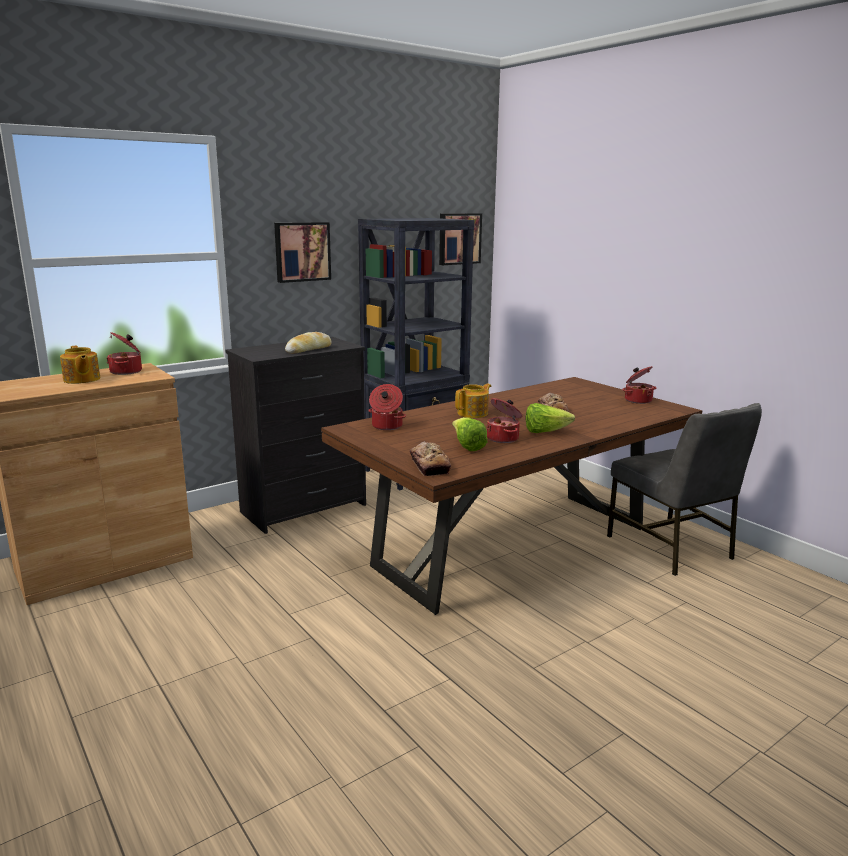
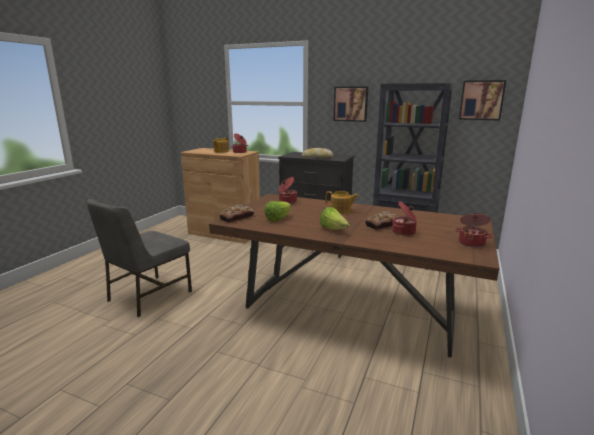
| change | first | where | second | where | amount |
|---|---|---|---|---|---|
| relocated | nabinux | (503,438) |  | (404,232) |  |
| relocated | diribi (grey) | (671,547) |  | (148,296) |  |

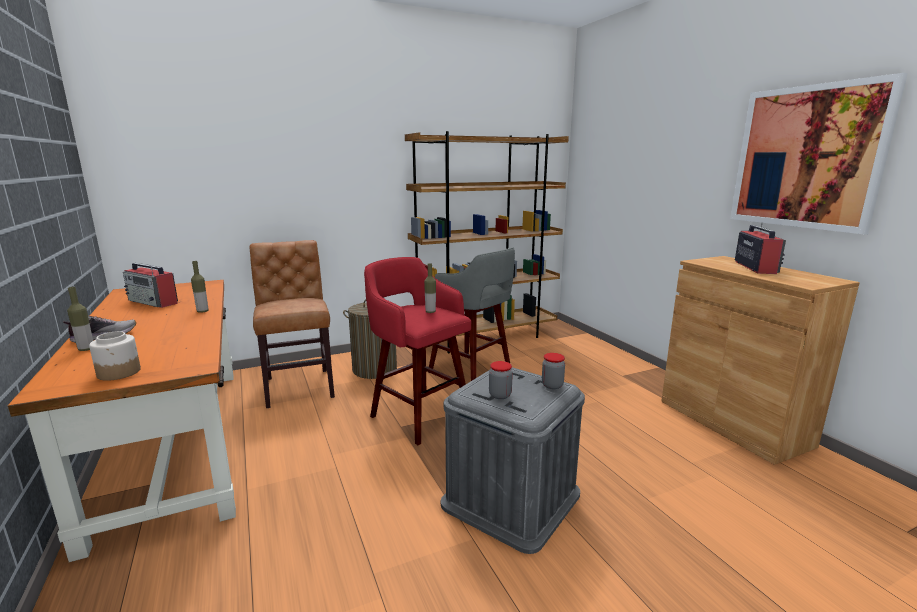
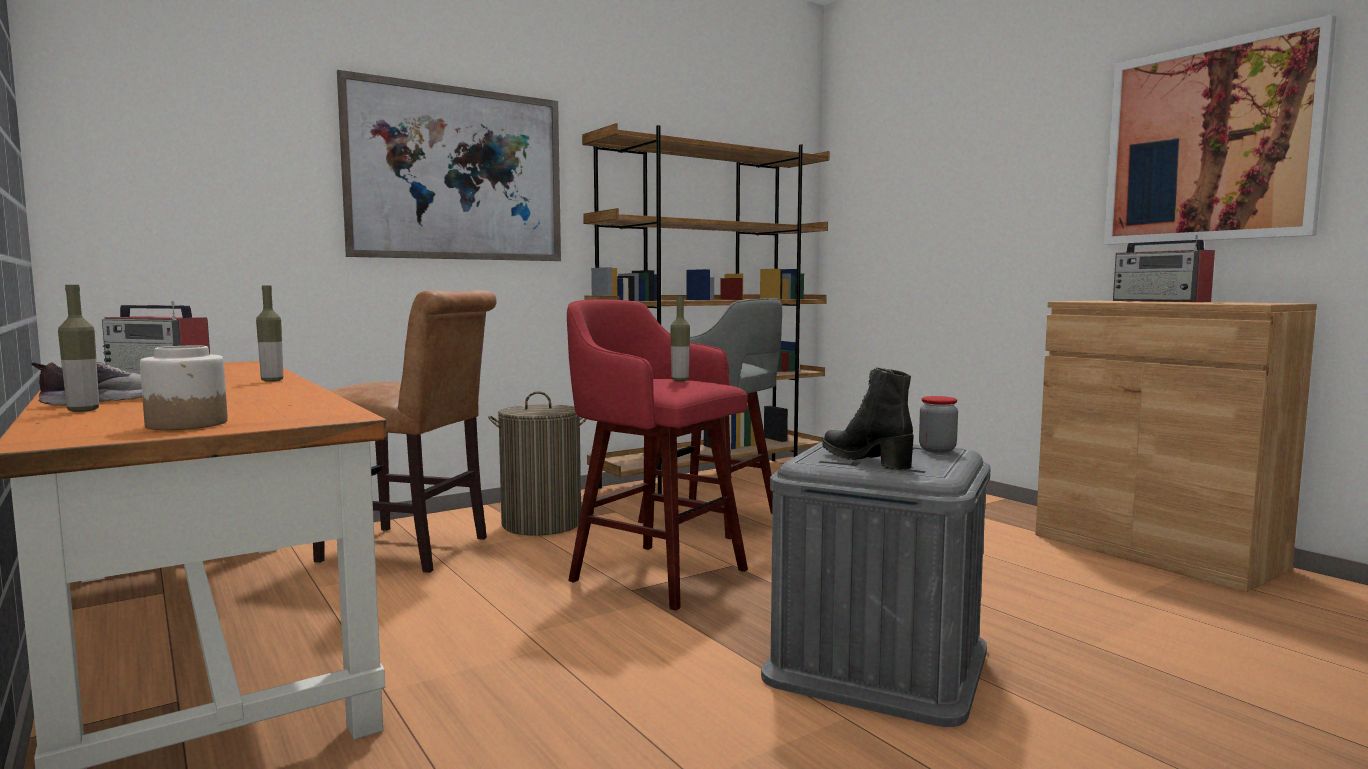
| change | first | where | second | where | amount |
|---|---|---|---|---|---|
| spun | diribi (brown) | (299,386) |  | (412,551) | 135 degrees clockwise |
| exchanged | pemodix | (500,395) | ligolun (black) | (866,460) |  |
| spun | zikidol | (755,267) |  | (1161,301) | 150 degrees clockwise |
| appeared |  |  | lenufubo | (457,174) |  |

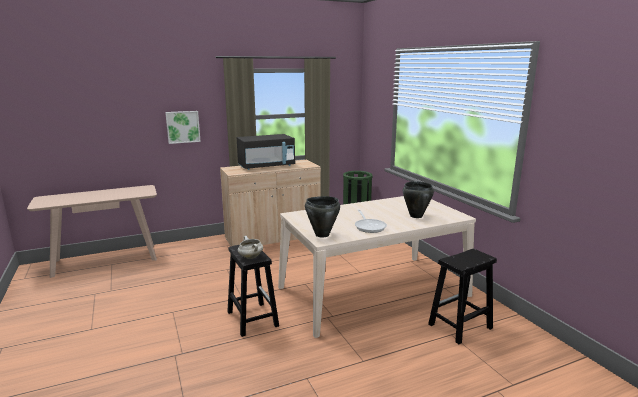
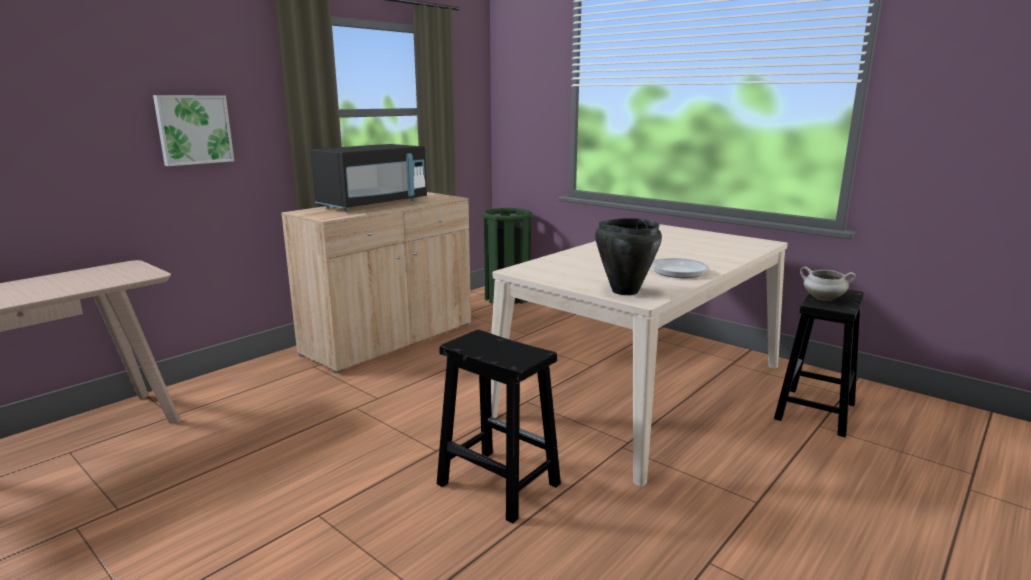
| change | first | where | second | where | amount |
|---|---|---|---|---|---|
| relocated | nabinux (white) | (250,257) |  | (822,299) |  |
| missing | nabinux (black) | (416,216) |  |  |  |

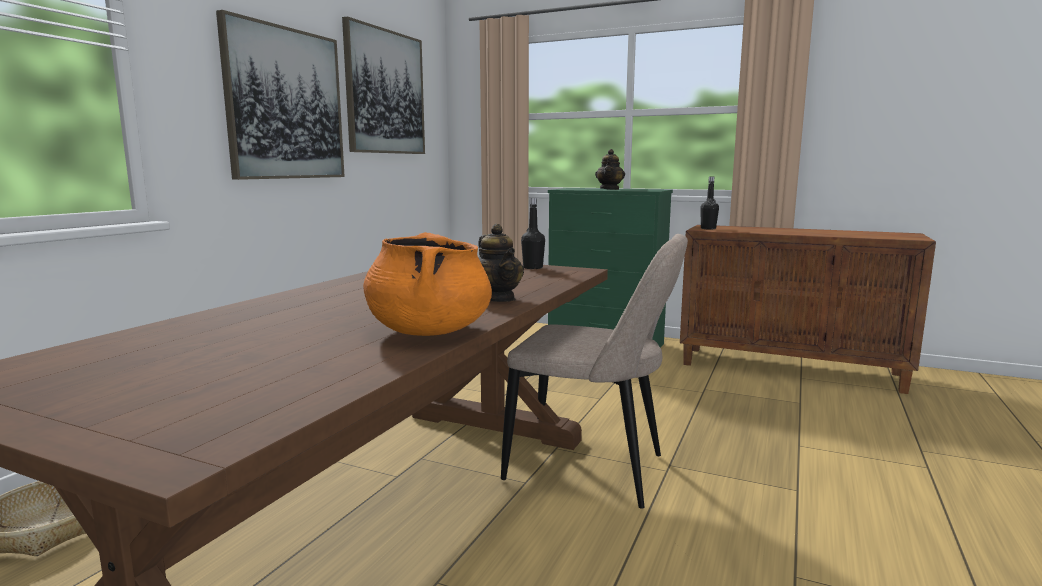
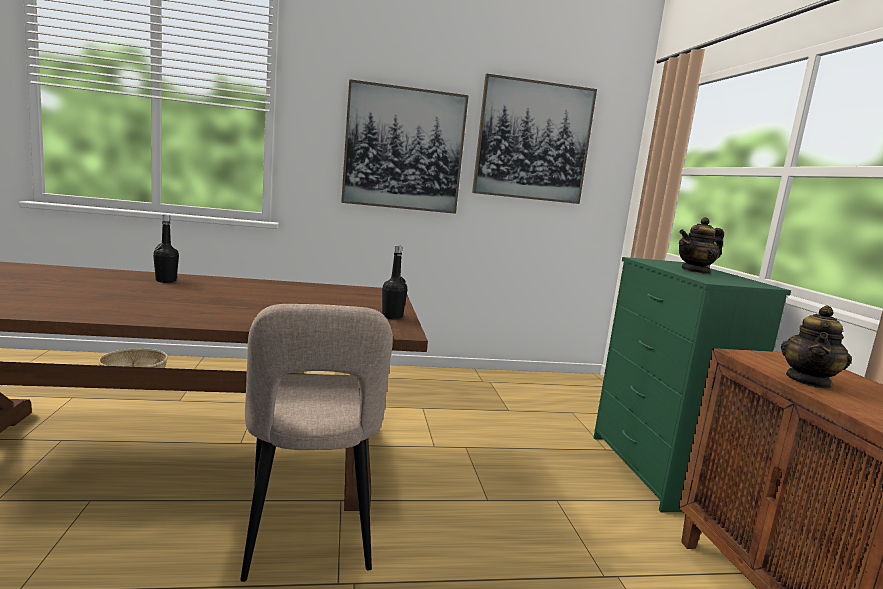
| change | first | where | second | where | amount |
|---|---|---|---|---|---|
| missing | nabinux (orange) | (429,331) |  |  |  |
| relocated | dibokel | (497,299) |  | (808,381) |  |
| relocated | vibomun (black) | (708,228) |  | (166,281) |  |

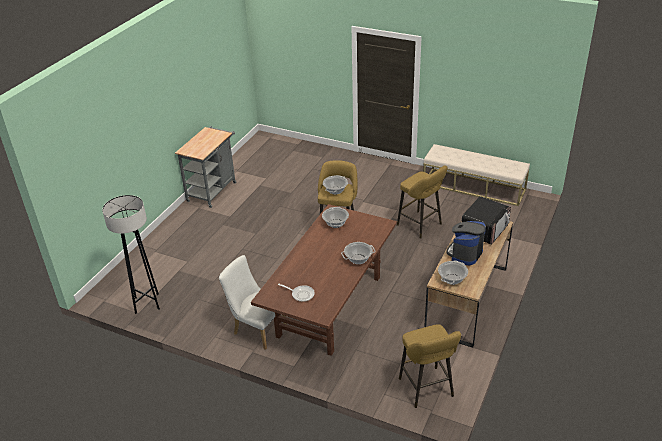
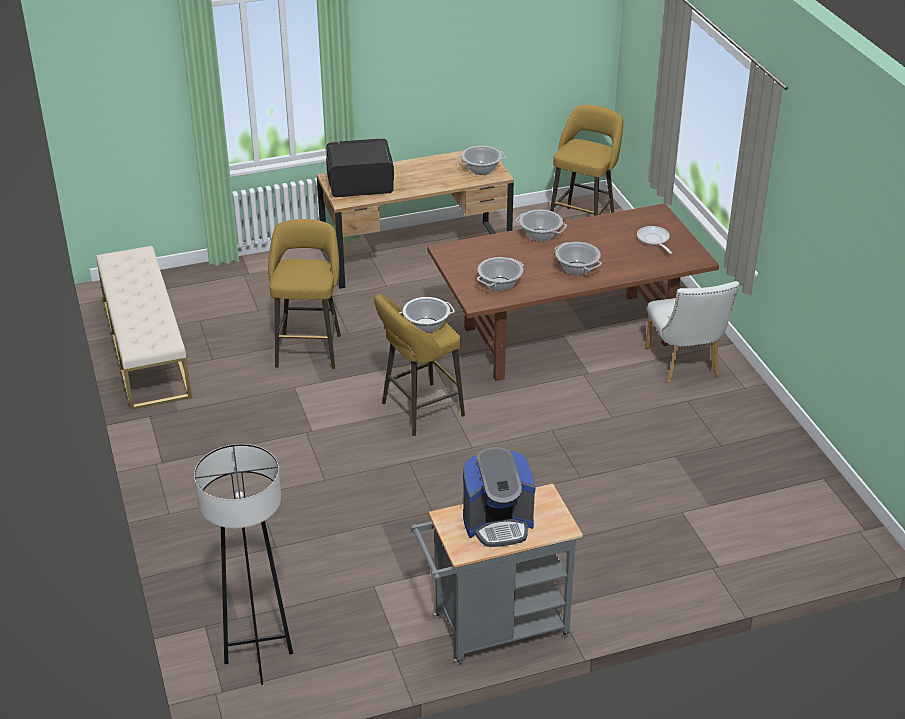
| change | first | where | second | where | amount |
|---|---|---|---|---|---|
| relocated | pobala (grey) | (147,303) |  | (259,658) |  |
| relocated | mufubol | (465,253) |  | (498,523) |  |
| appeared |  |  | nabinux | (576,268) |  |

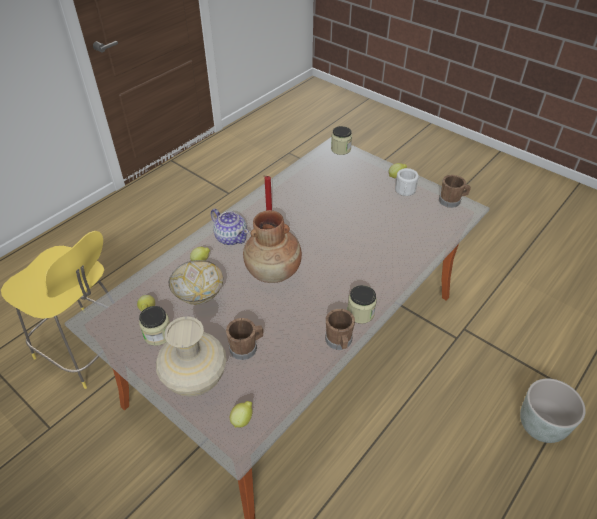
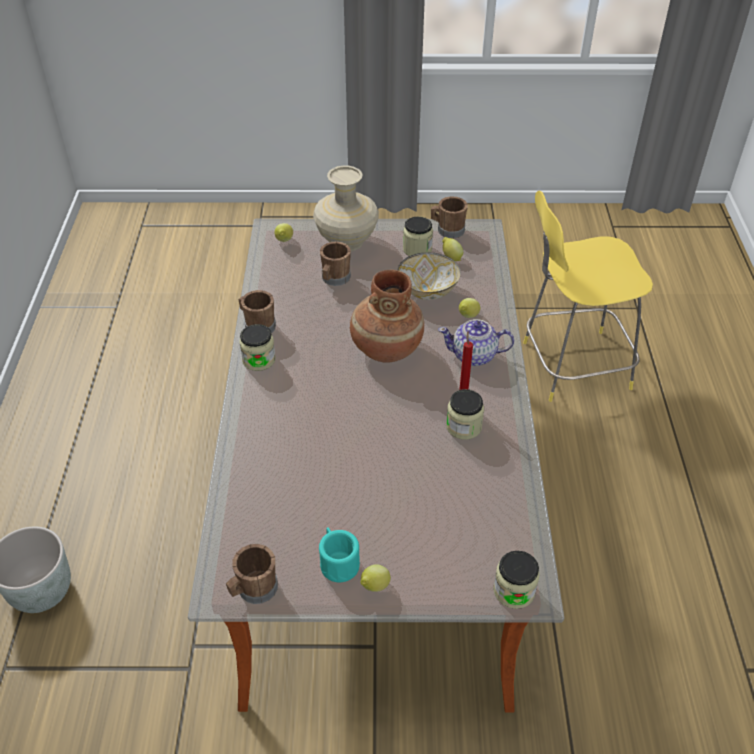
| change | first | where | second | where | amount |
|---|---|---|---|---|---|
| colour | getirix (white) | (404,191) | getirix (turquoise) | (338,562) |  |
| appeared |  |  | getirix (brown) | (447,230) |  |
| appeared |  |  | pemodix | (463,426) |  |

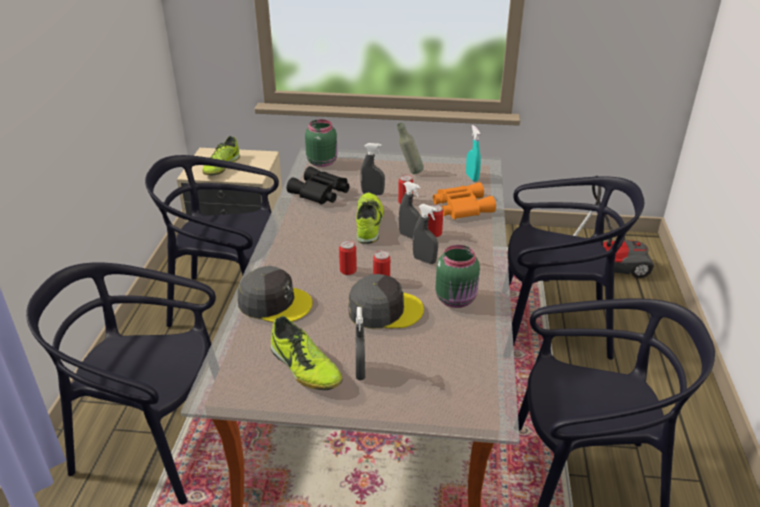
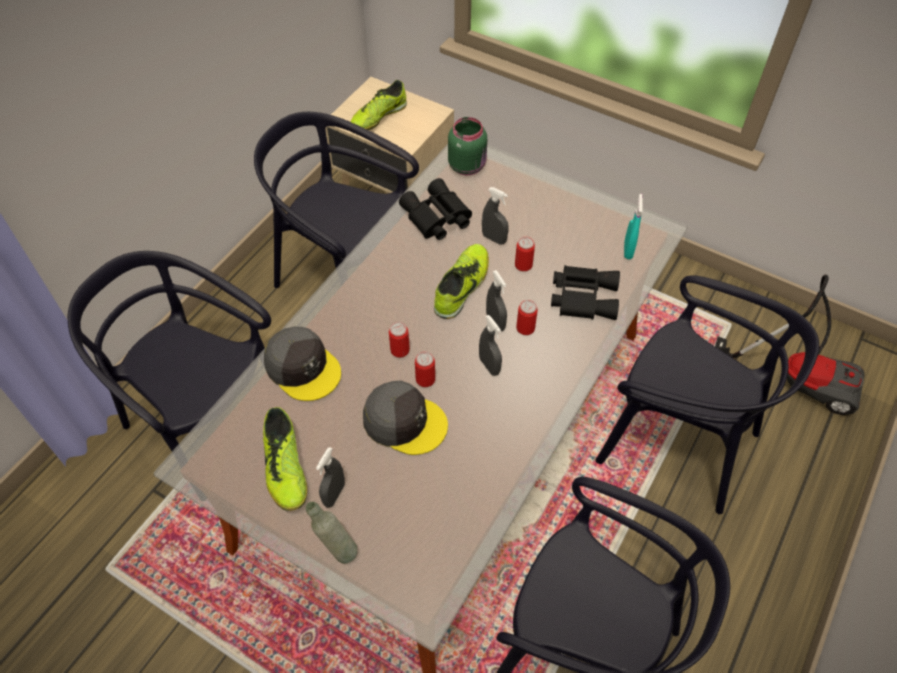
| change | first | where | second | where | amount |
|---|---|---|---|---|---|
| relocated | vibomun (grey) | (409,172) |  | (337,549) |  |
| colour | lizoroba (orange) | (461,207) | lizoroba (black) | (583,296) |  |
| missing | pemodix (green) | (457,299) |  |  |  |

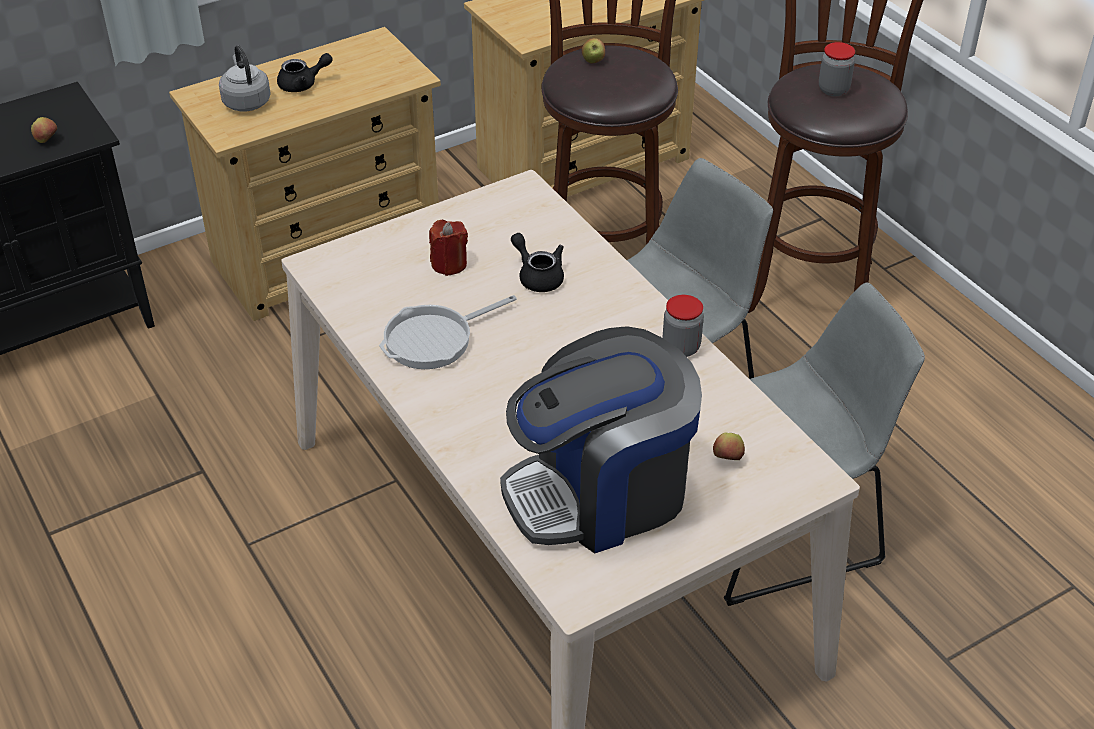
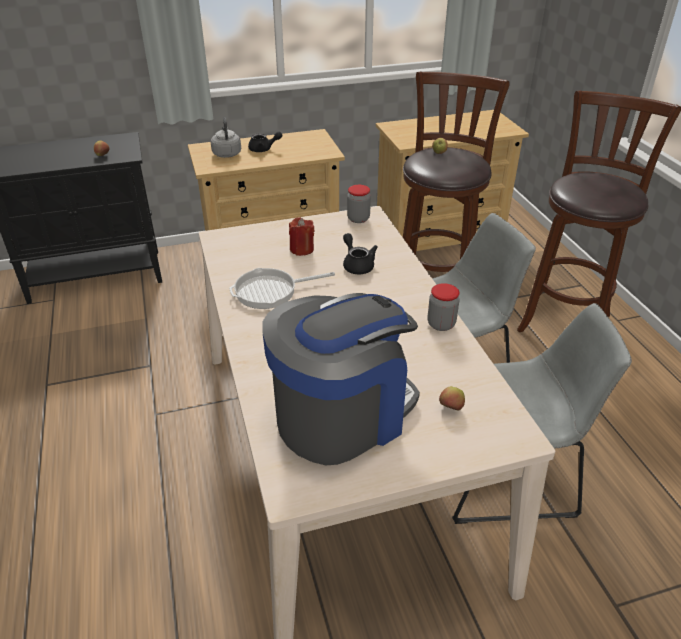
| change | first | where | second | where | amount |
|---|---|---|---|---|---|
| spun | mufubol | (600,493) |  | (342,414) | 150 degrees clockwise |
| relocated | pemodix | (833,90) |  | (358,219) |  |

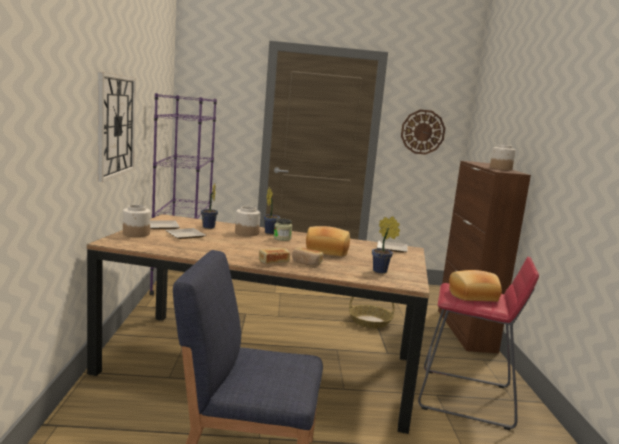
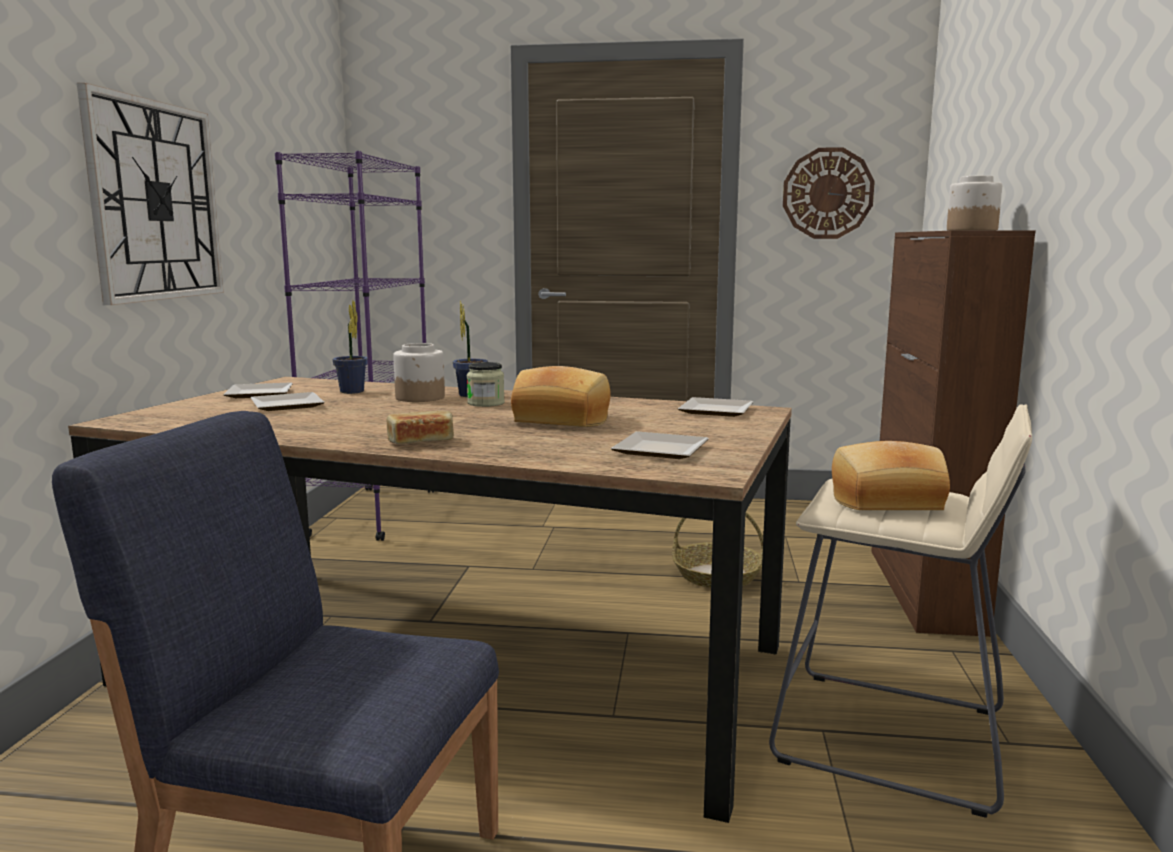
| change | first | where | second | where | amount |
|---|---|---|---|---|---|
| missing | pemodix | (136,234) |  |  |  |
| missing | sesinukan | (307,263) |  |  |  |
| exchanged | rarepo | (382,271) | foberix | (657,451) |  |
| colour | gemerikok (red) | (465,398) | gemerikok (beige) | (891,737) |  |

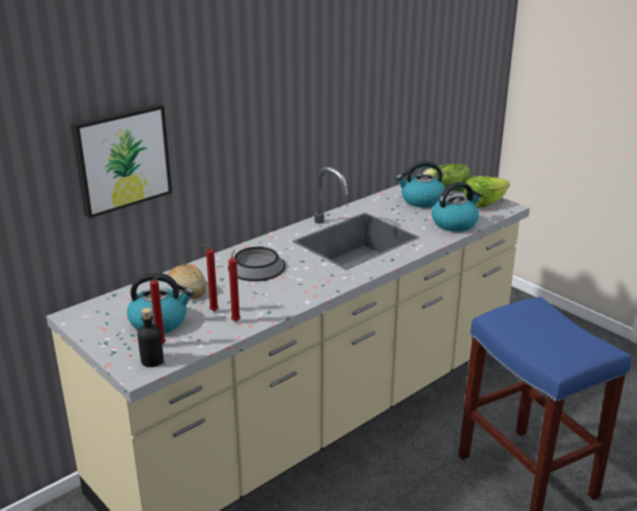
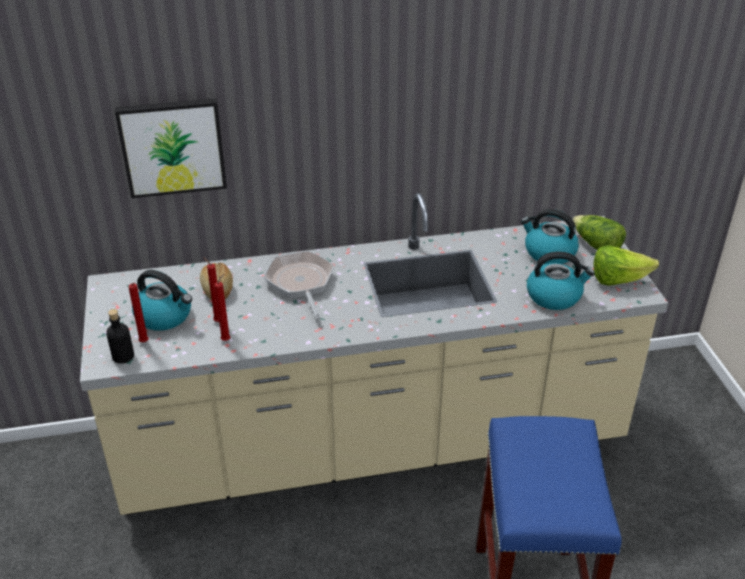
| change | first | where | second | where | amount |
|---|---|---|---|---|---|
| exchanged | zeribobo | (256,267) | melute | (301,283) |  |

